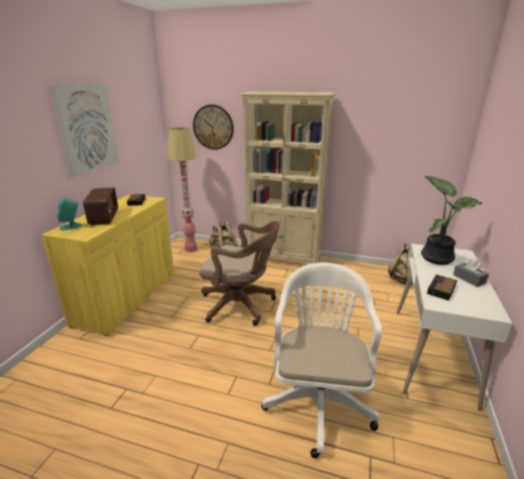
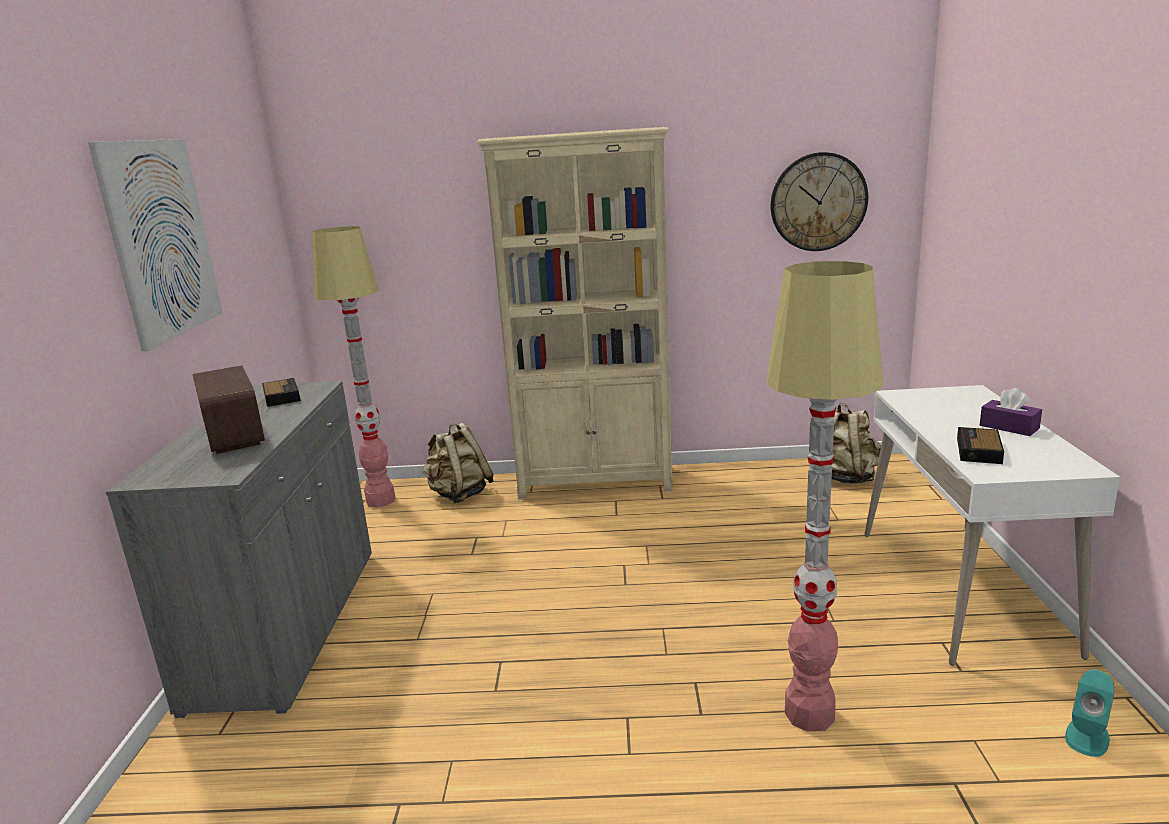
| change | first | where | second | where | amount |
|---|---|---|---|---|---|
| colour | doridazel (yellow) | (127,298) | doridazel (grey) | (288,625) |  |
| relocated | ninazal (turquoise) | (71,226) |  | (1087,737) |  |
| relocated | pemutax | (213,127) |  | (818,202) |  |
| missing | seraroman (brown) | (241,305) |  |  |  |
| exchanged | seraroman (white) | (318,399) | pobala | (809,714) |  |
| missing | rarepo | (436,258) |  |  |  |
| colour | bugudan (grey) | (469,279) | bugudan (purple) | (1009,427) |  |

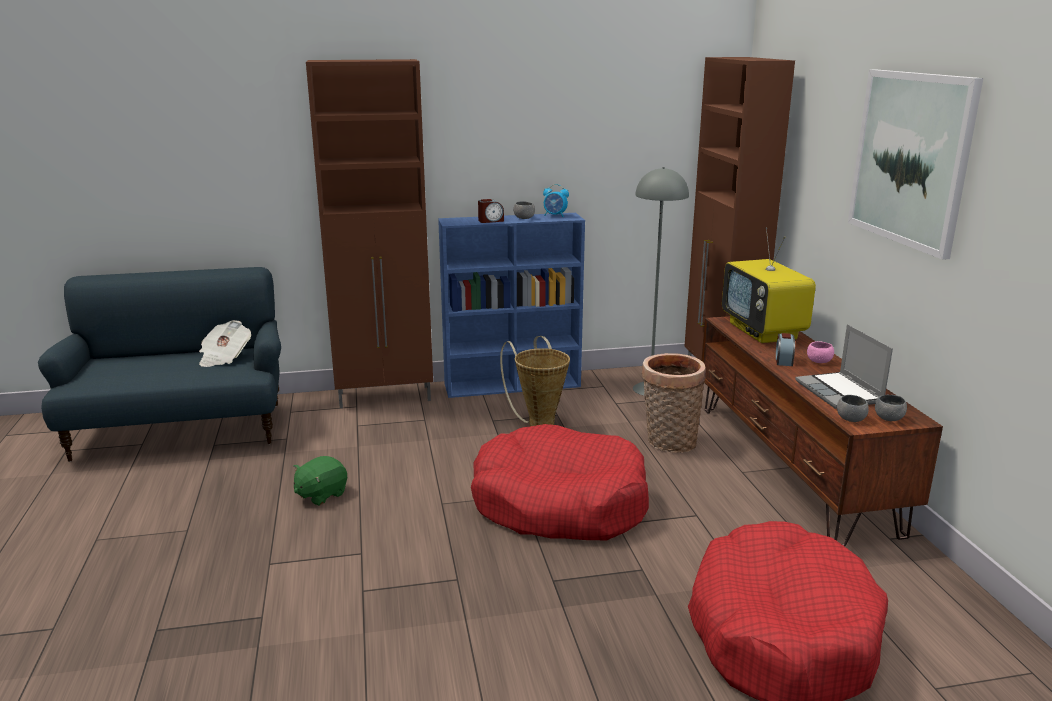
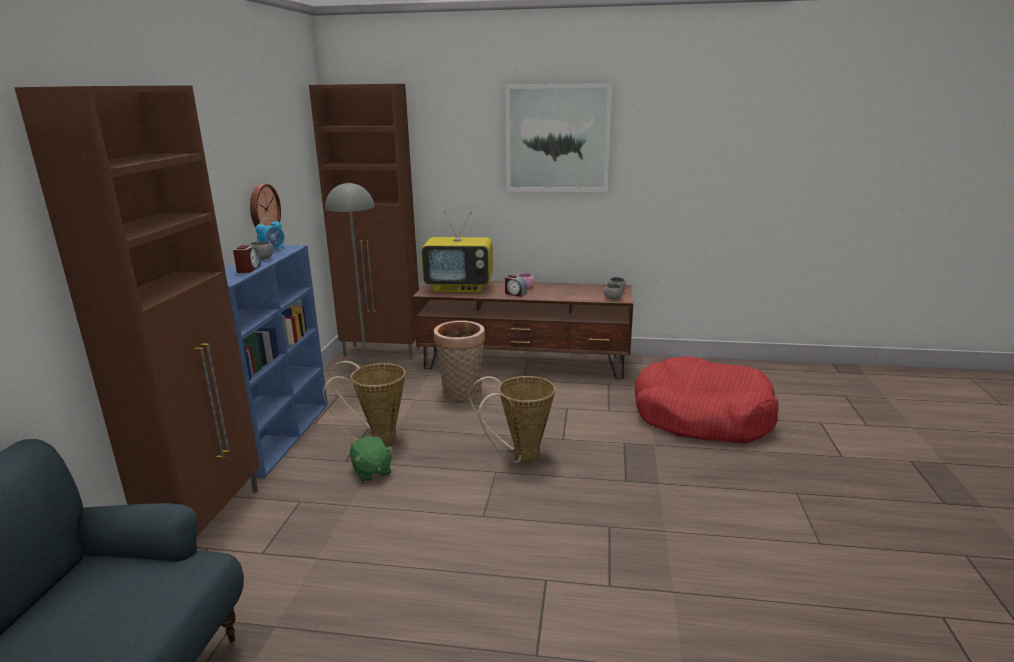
| change | first | where | second | where | amount |
|---|---|---|---|---|---|
| missing | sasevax | (224,358) |  |  |  |
| relocated | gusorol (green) | (321,494) |  | (371,471) |  |
| exchanged | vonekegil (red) | (559,503) | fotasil | (520,456) |  |
| missing | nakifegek | (840,392) |  |  |  |
| appeared |  |  | pemutax | (263,209) |  |

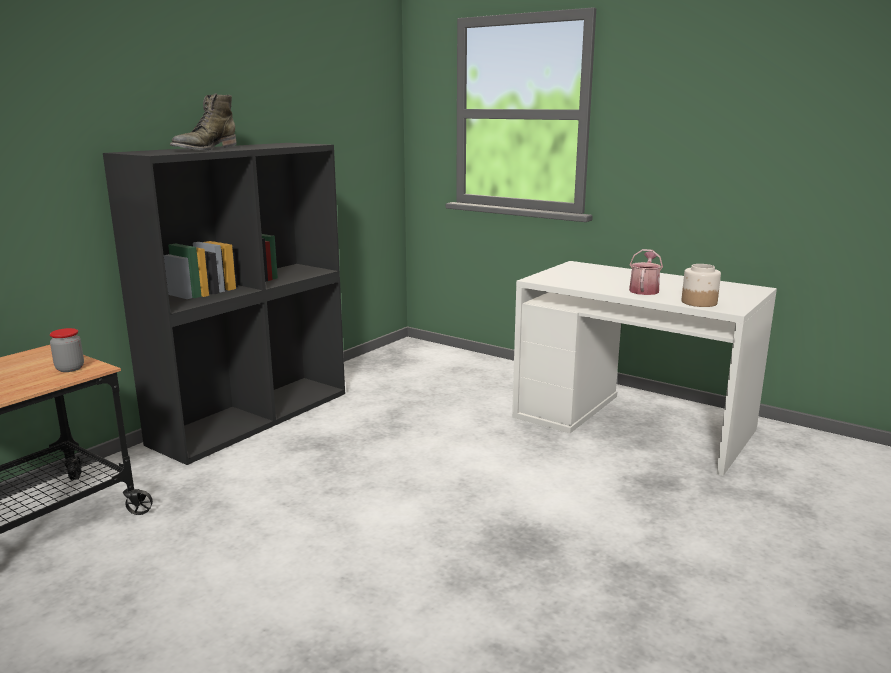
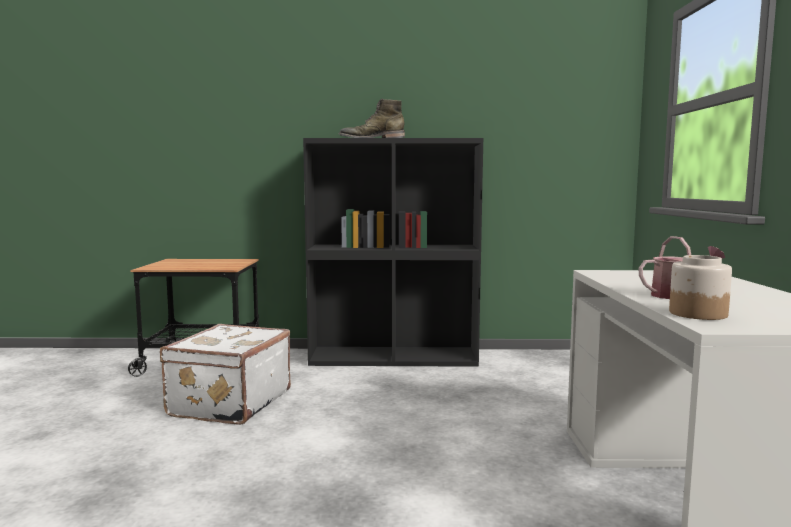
| change | first | where | second | where | amount |
|---|---|---|---|---|---|
| missing | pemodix | (70,368) |  |  |  |
| appeared |  |  | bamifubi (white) | (228,403) |  |

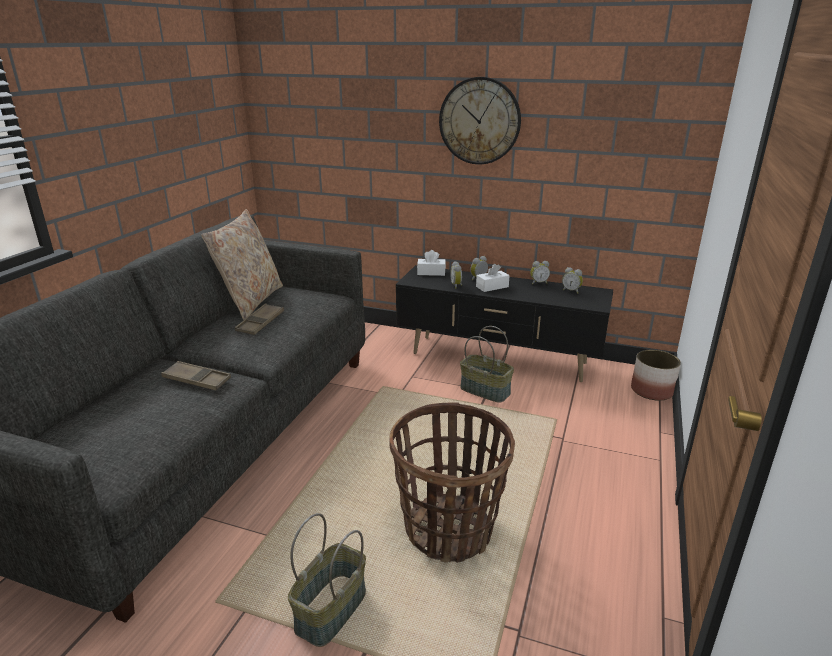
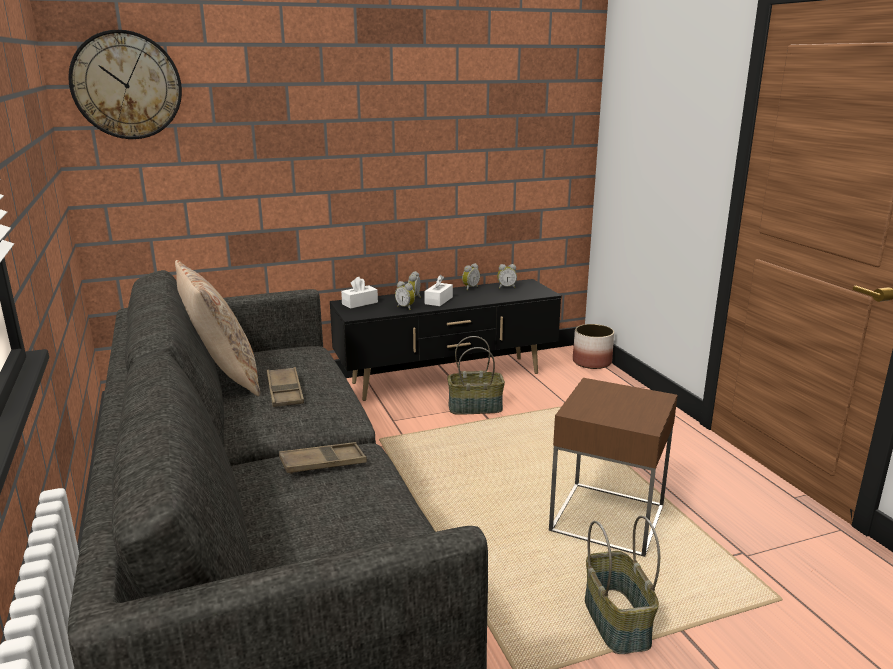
| change | first | where | second | where | amount |
|---|---|---|---|---|---|
| exchanged | fotasil | (449,530) | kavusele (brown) | (607,518) |  |
| relocated | pemutax | (479,121) |  | (126,85) |  |

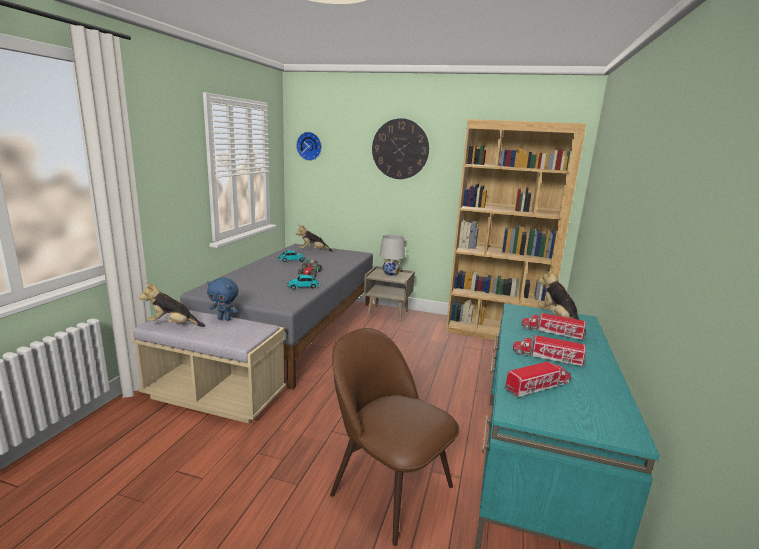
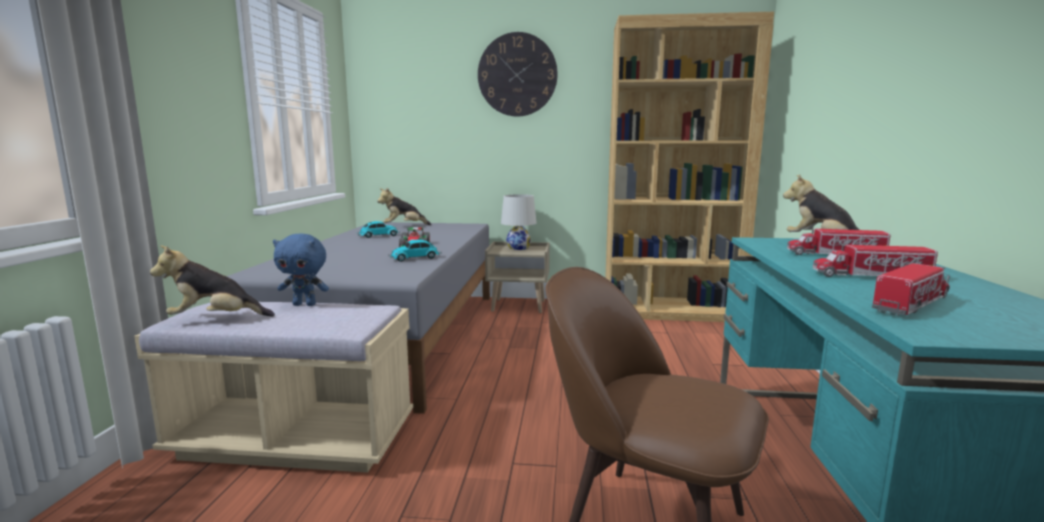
| change | first | where | second | where | amount |
|---|---|---|---|---|---|
| missing | pemutax | (309,146) |  |  |  |

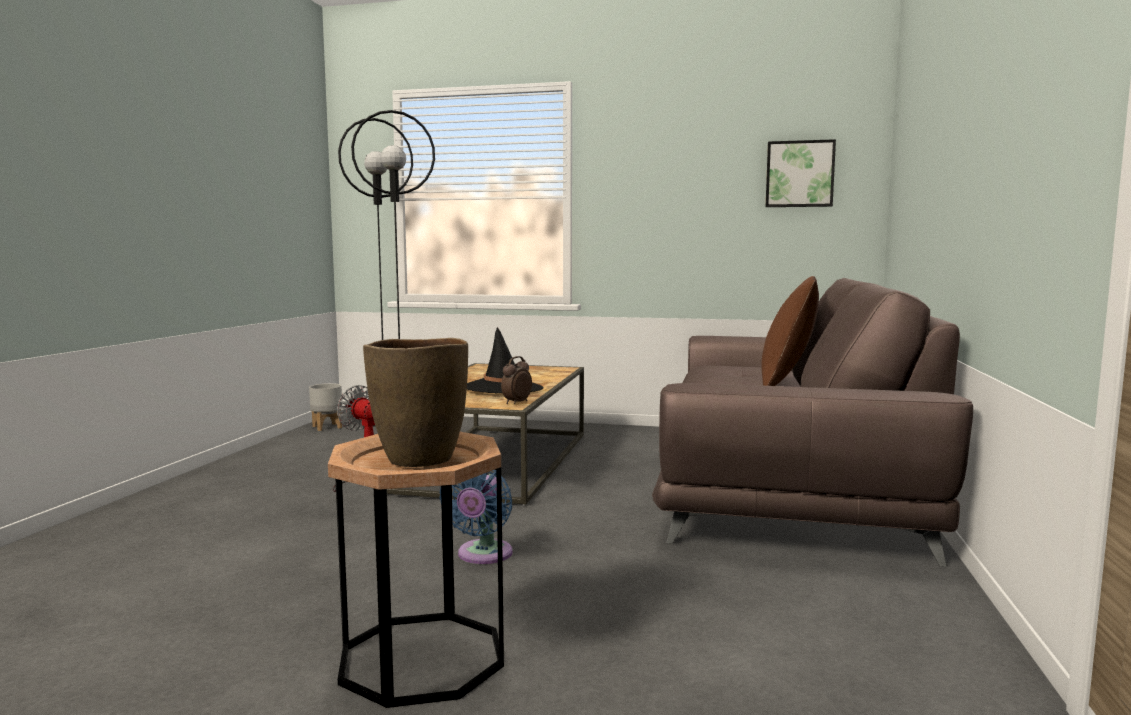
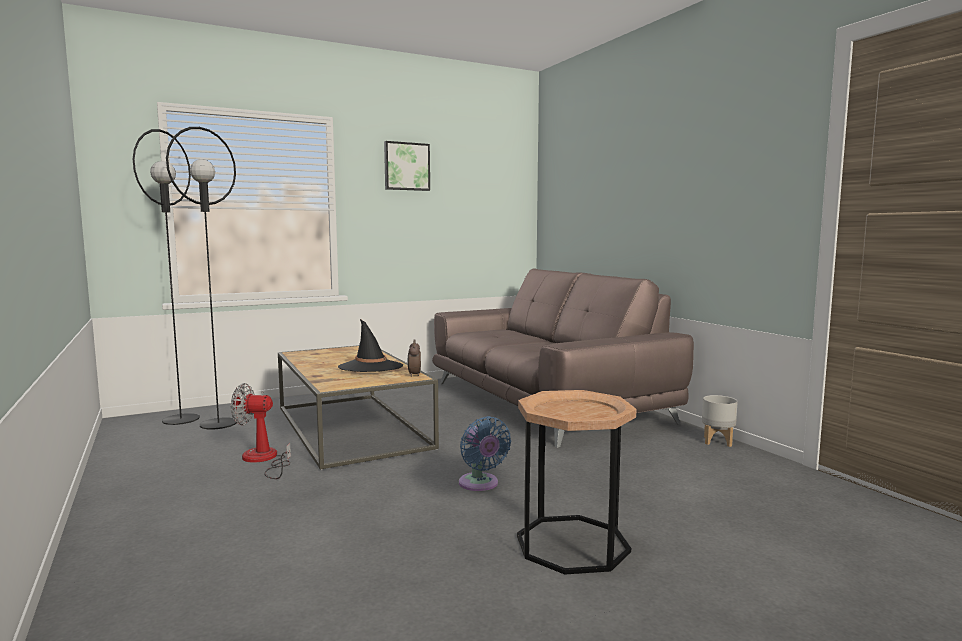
| change | first | where | second | where | amount |
|---|---|---|---|---|---|
| relocated | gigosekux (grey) | (327,427) |  | (718,441) |  |
| missing | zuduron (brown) | (419,459) |  |  |  |
| missing | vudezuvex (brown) | (787,383) |  |  |  |
| relocated | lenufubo | (799,174) |  | (406,166) |  |

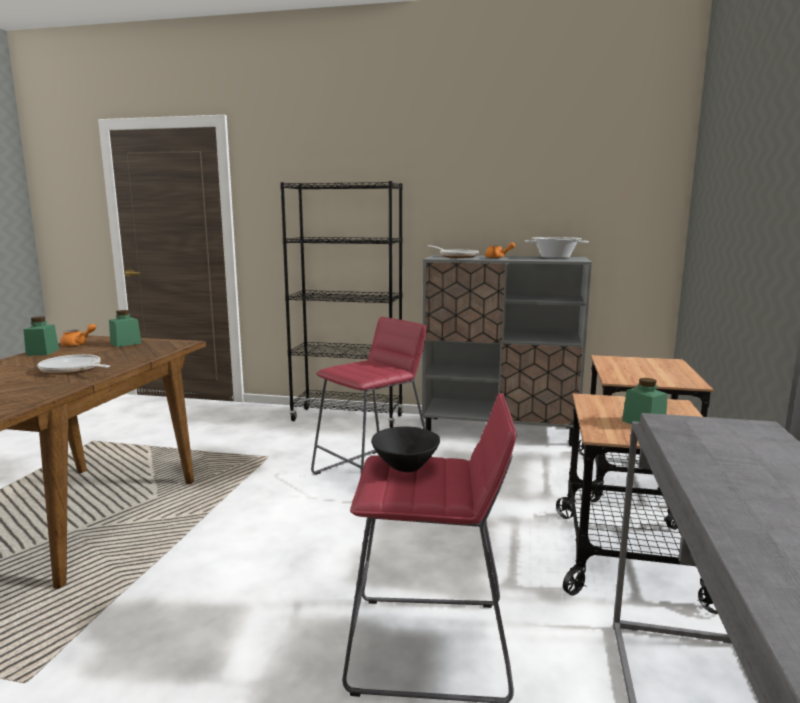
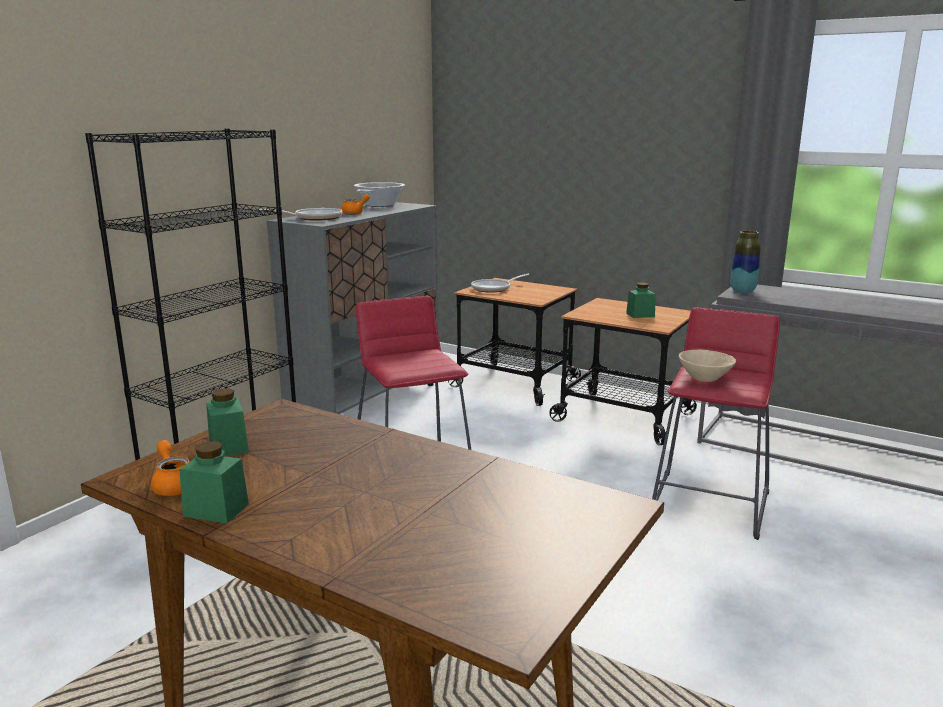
| change | first | where | second | where | amount |
|---|---|---|---|---|---|
| relocated | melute | (73,370) |  | (494,288) |  |
| colour | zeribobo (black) | (405,467) | zeribobo (beige) | (705,379) |  |
| appeared |  |  | zuduron | (742,291) |  |

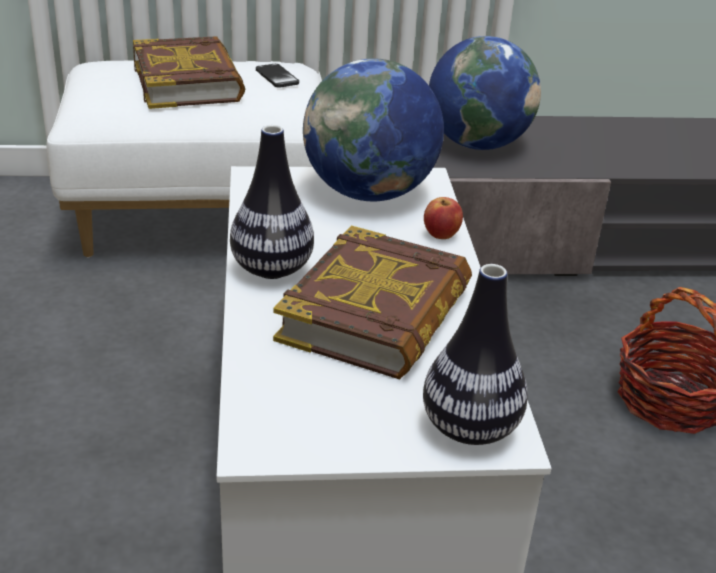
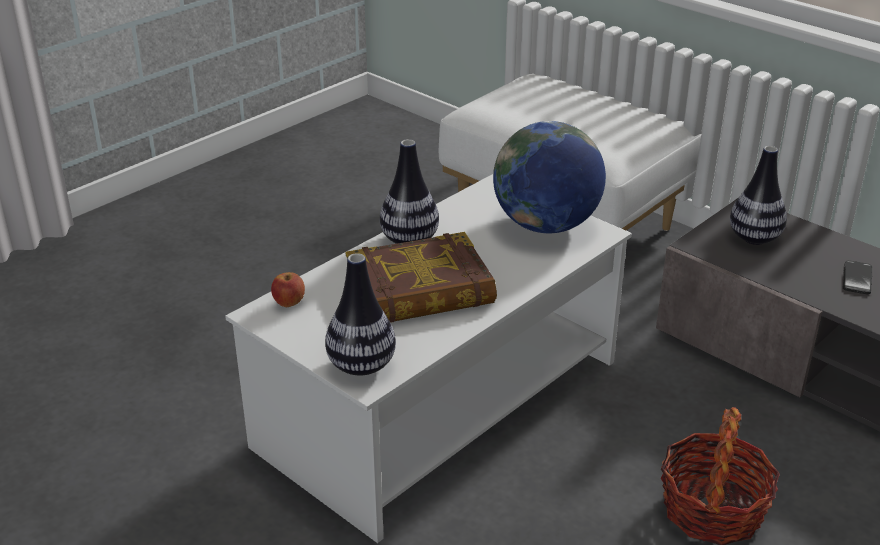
| change | first | where | second | where | amount |
|---|---|---|---|---|---|
| missing | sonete | (188,82) |  |  |  |
| relocated | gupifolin | (277,77) |  | (857,278) |  |
| relocated | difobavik | (441,235) |  | (289,303) |  |
| exchanged | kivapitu | (477,144) | zuduron | (754,238) |  |

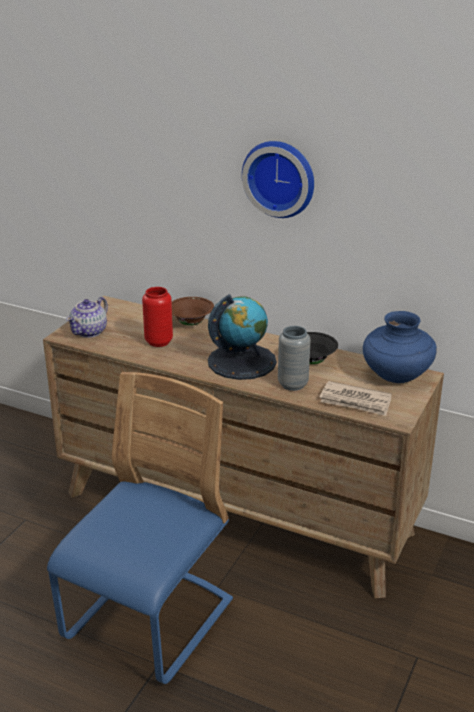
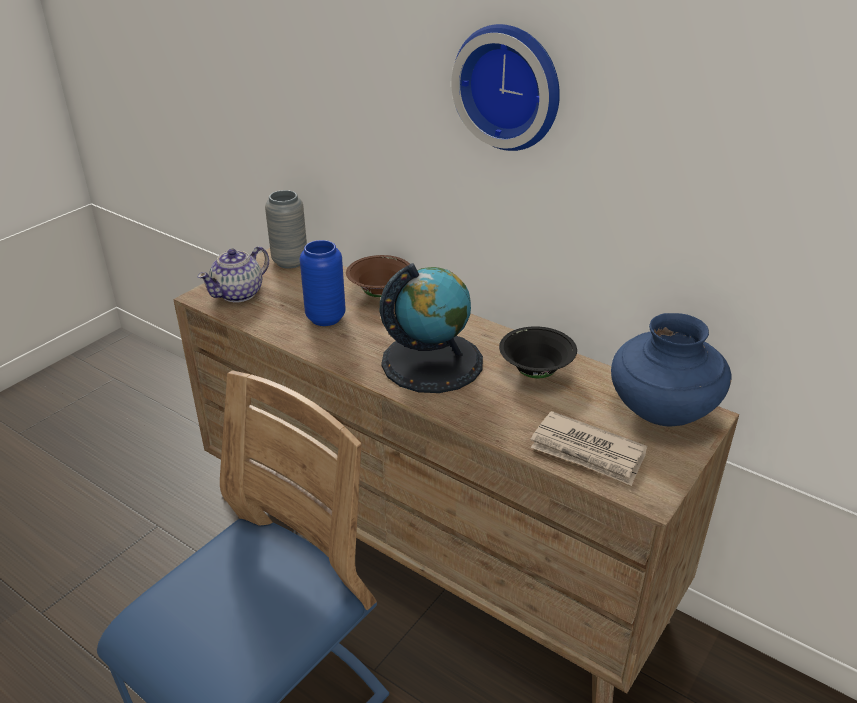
| change | first | where | second | where | amount |
|---|---|---|---|---|---|
| colour | zuduron (red) | (158,341) | zuduron (blue) | (325,318) |  |
| relocated | zuduron (grey) | (293,384) |  | (290,262) |  |

